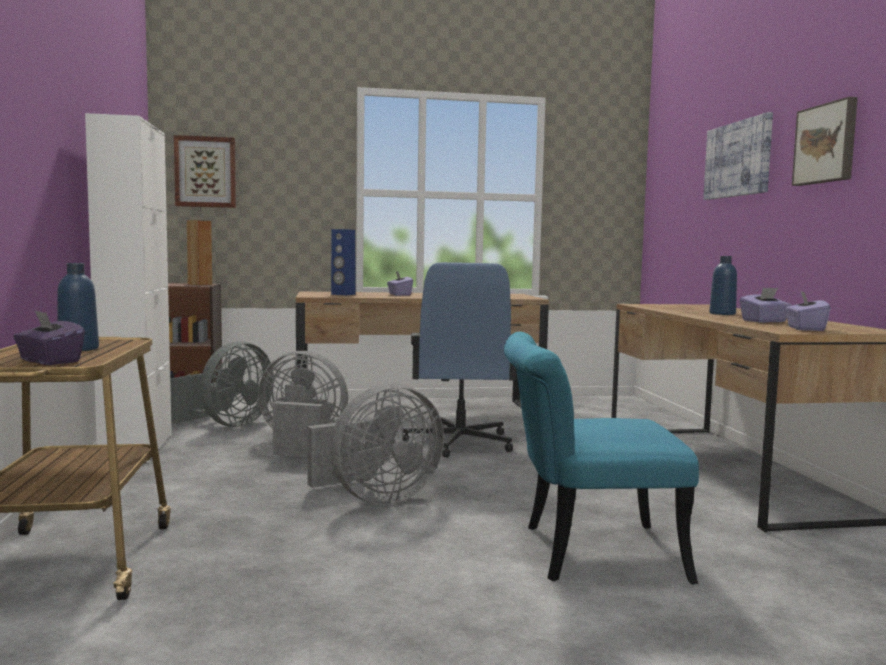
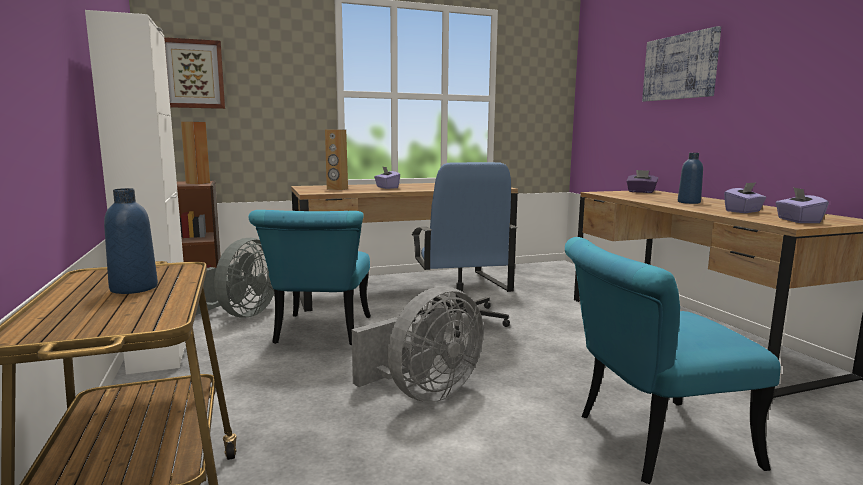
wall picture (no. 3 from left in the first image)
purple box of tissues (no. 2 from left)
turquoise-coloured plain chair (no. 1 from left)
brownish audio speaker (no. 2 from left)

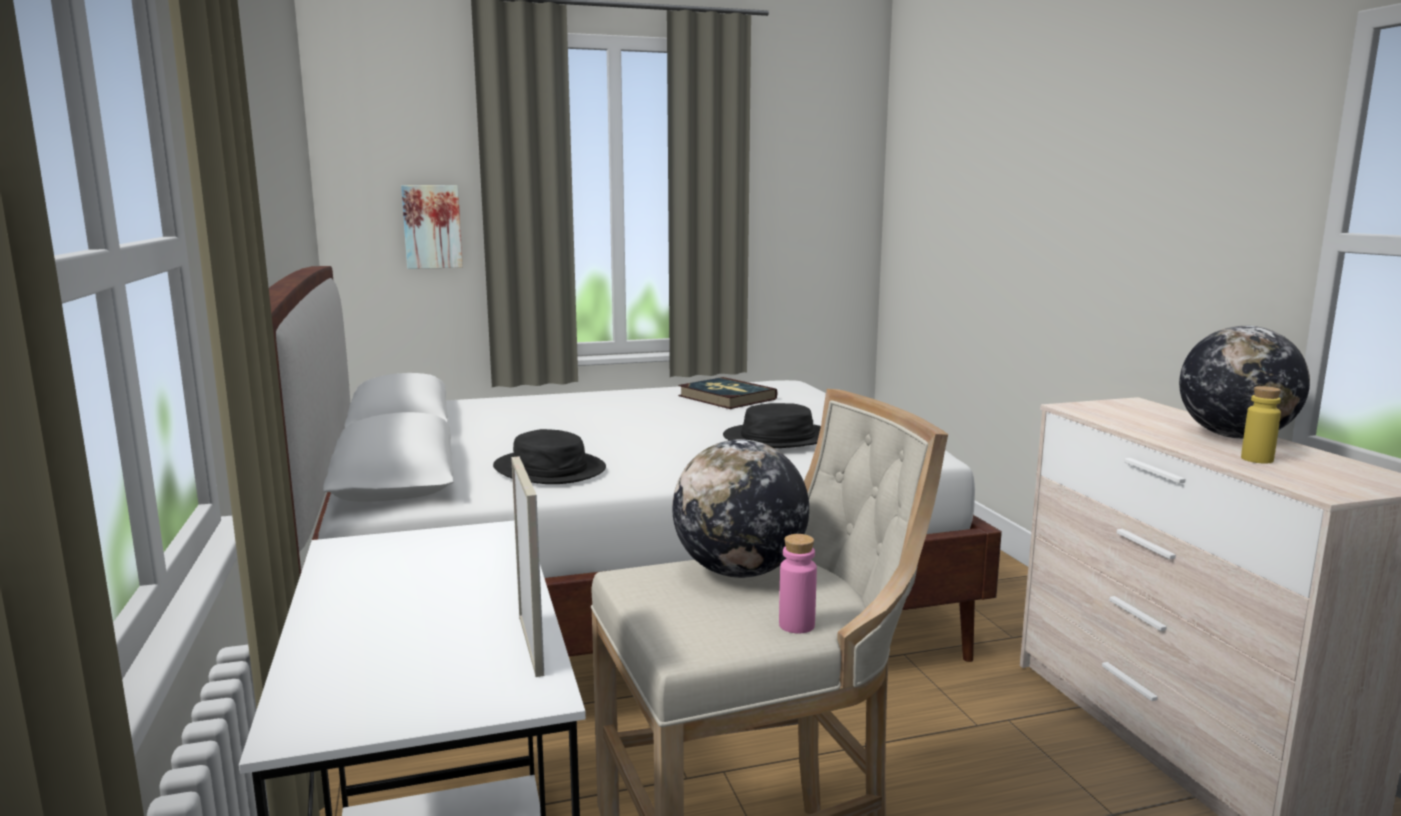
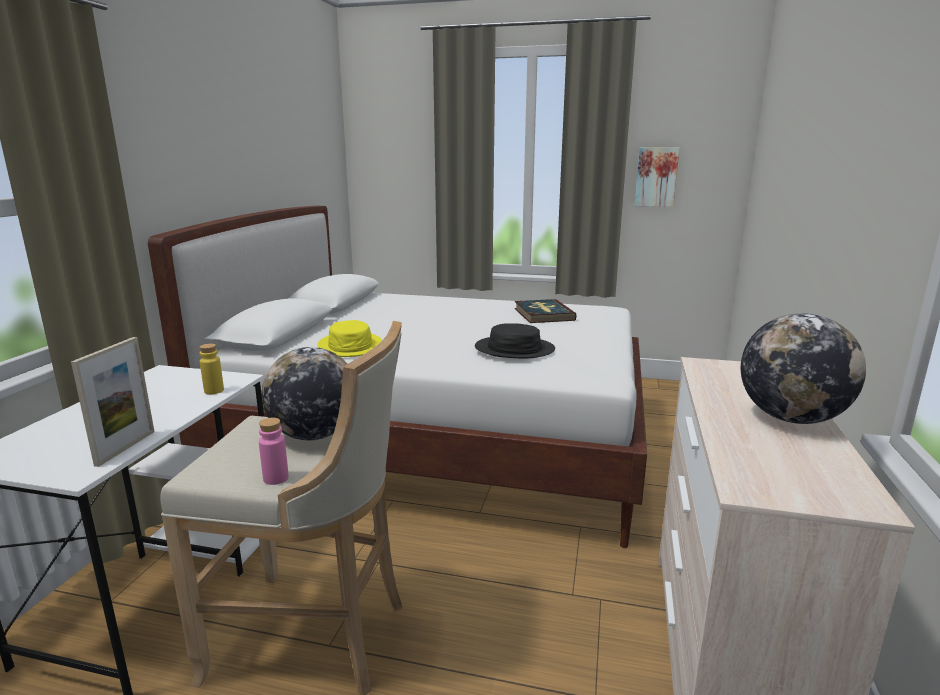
wall picture
yellowish beverage bottle
yellowish clothing hat

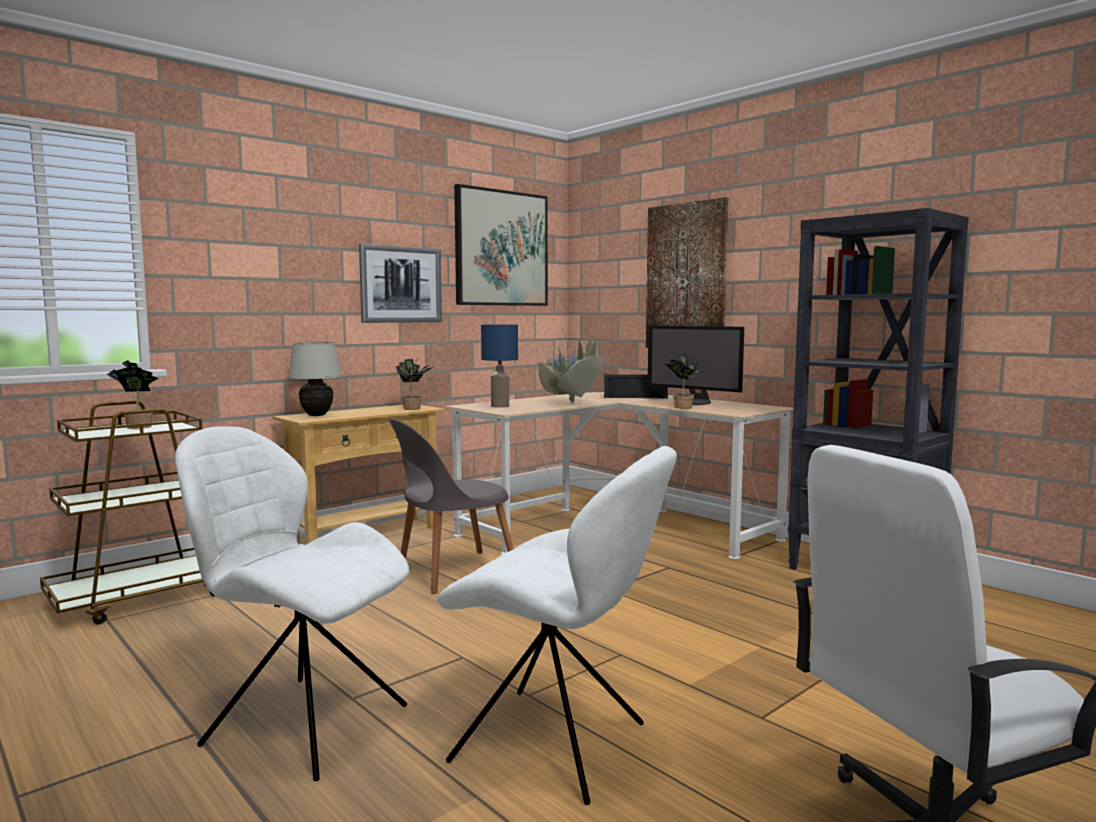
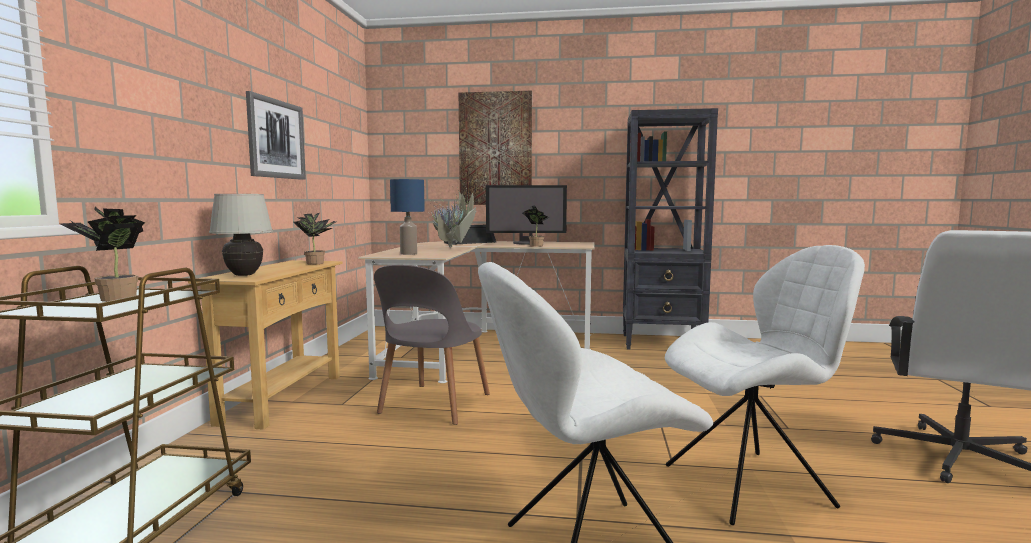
wall picture (no. 2 from left in the first image)

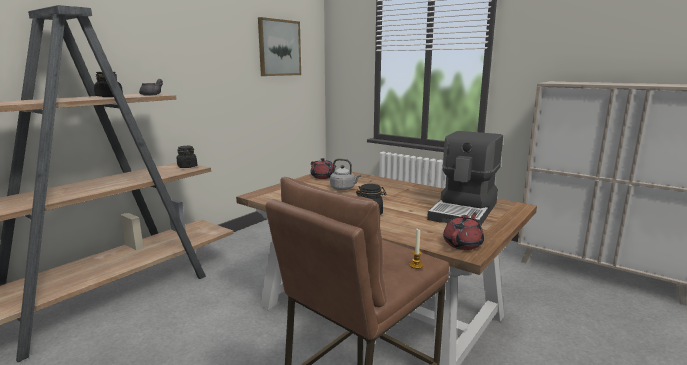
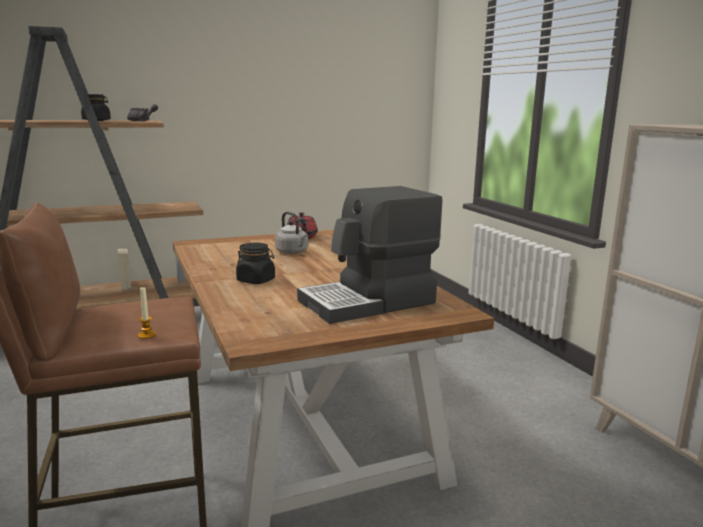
black storage jar (no. 2 from left in the first image)
wall picture
red tea pot (no. 2 from left in the first image)

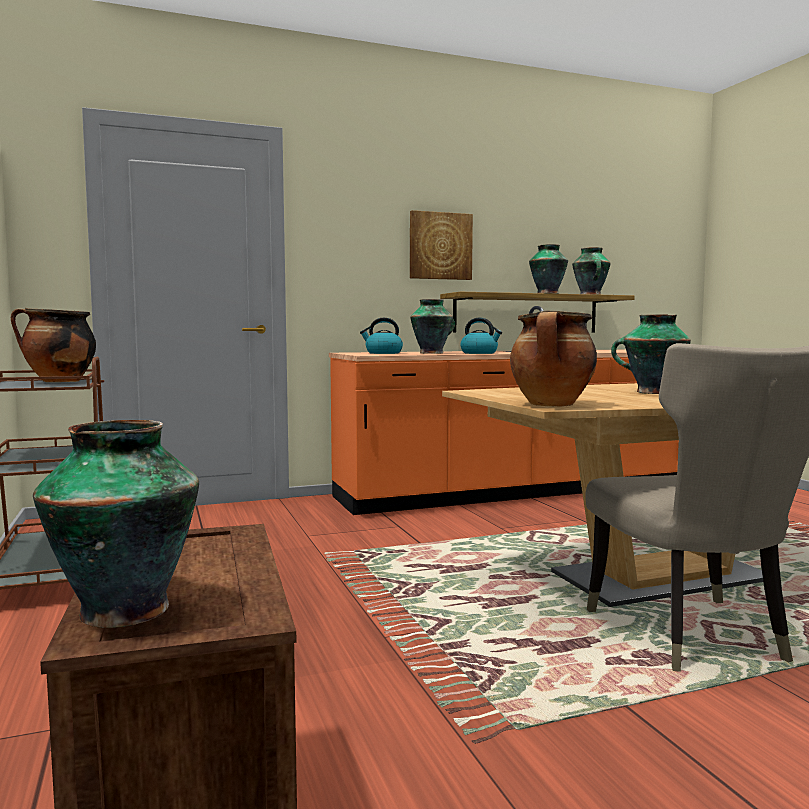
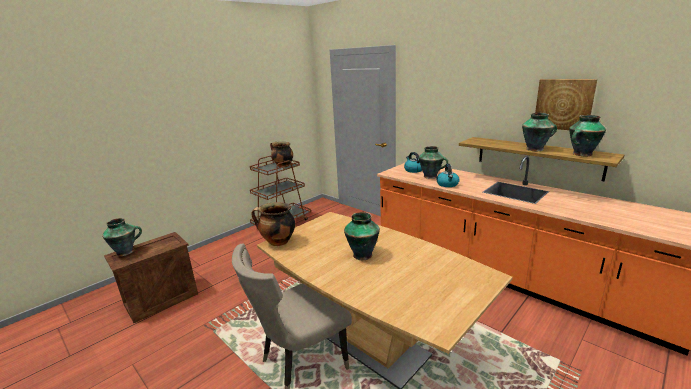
wall picture

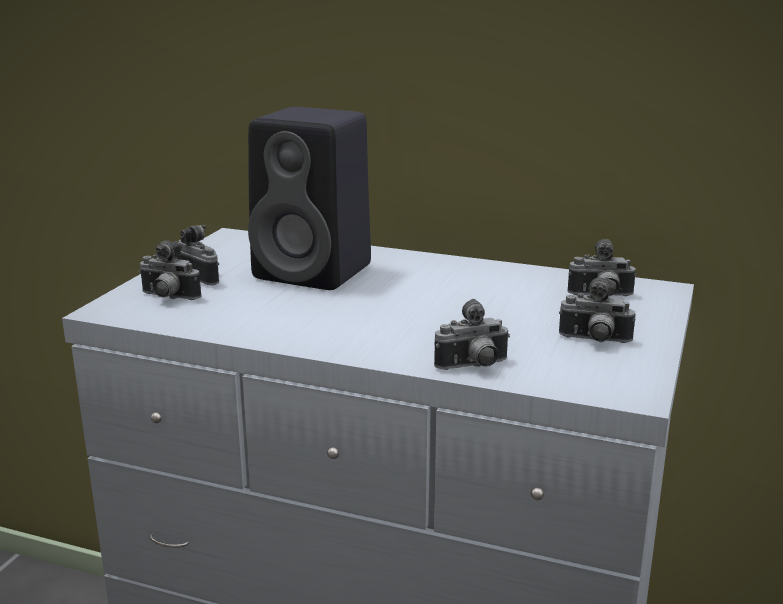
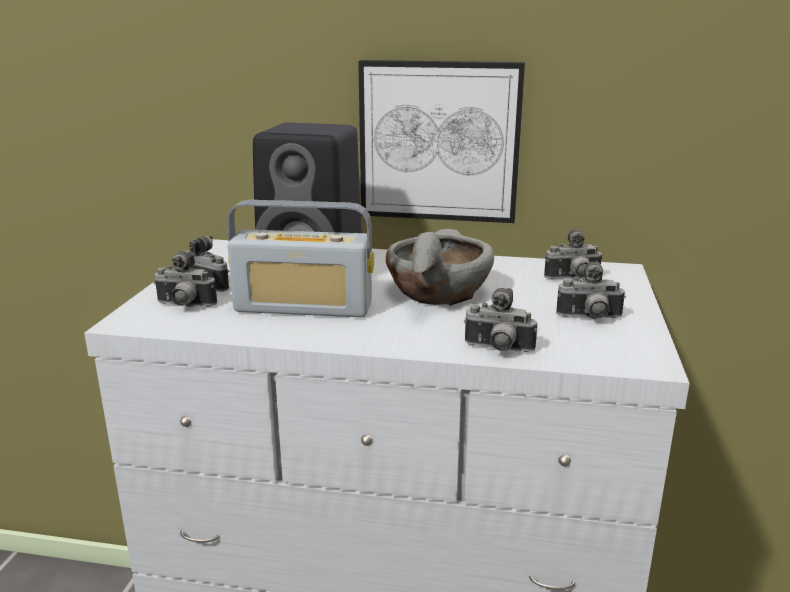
radio set
wall picture
grey bowl
still camera (no. 3 from left)

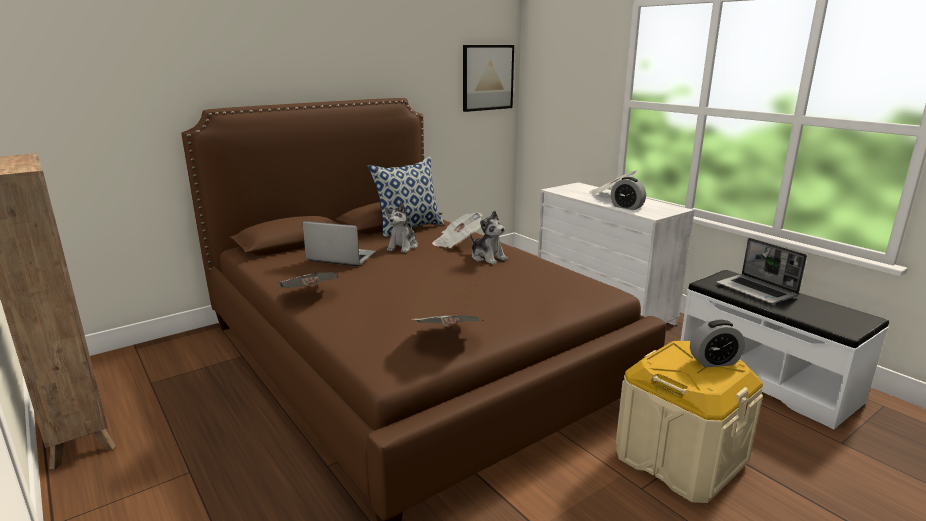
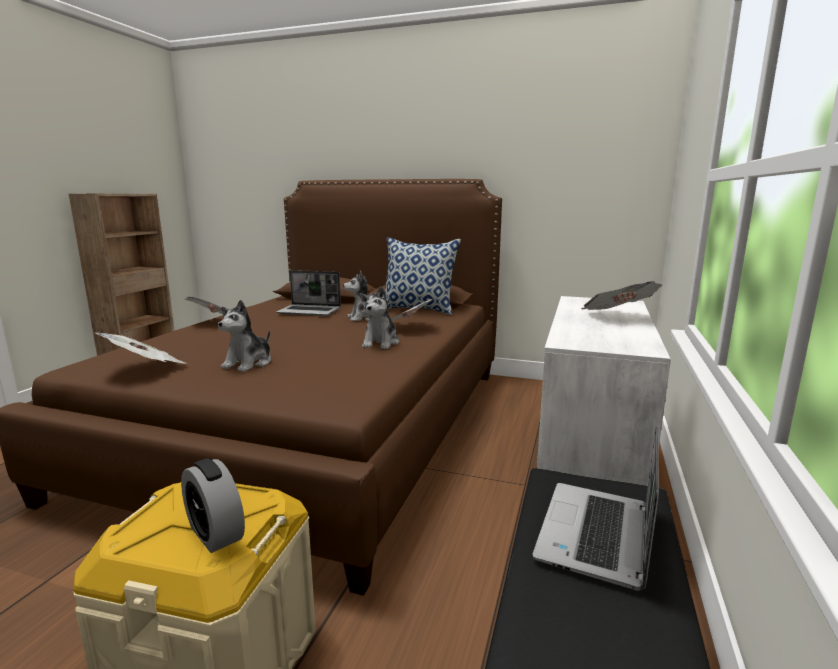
wall picture
alarm clock (no. 1 from left in the first image)
plush toy (no. 1 from left)
portable computer (no. 1 from left)

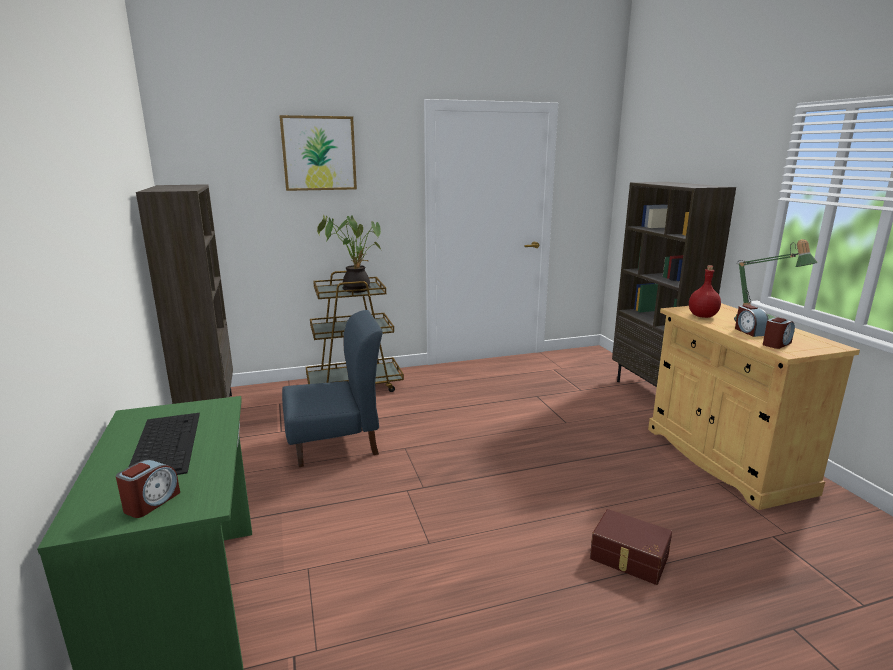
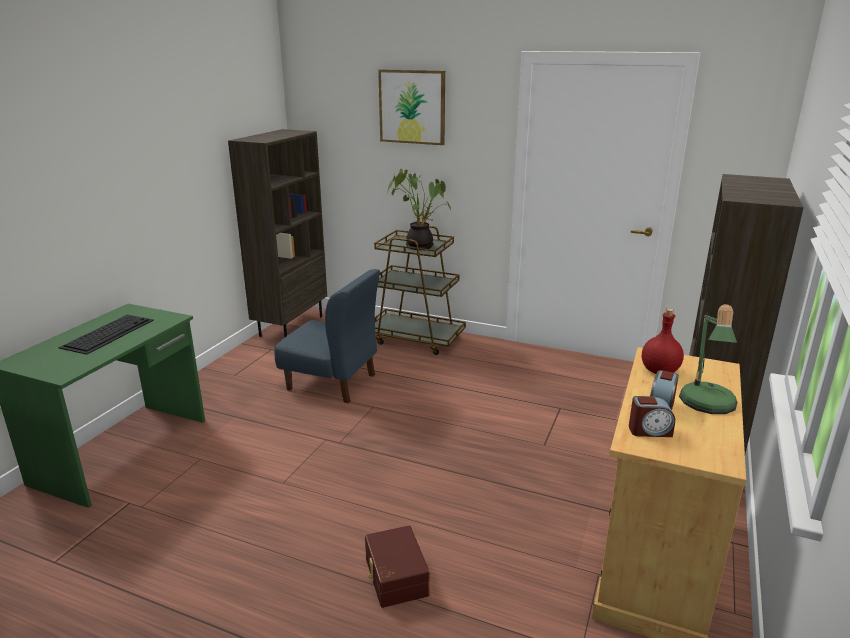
alarm clock (no. 1 from left in the first image)

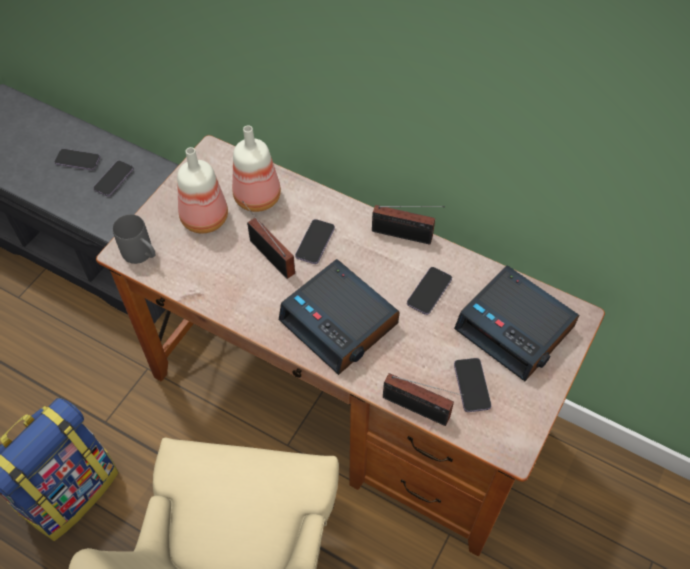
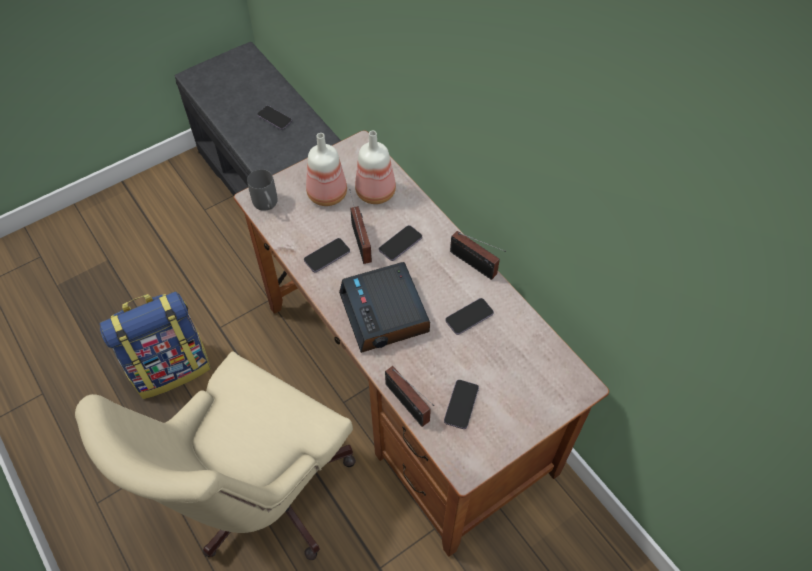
alarm clock (no. 2 from left in the first image)
phone (no. 2 from left)

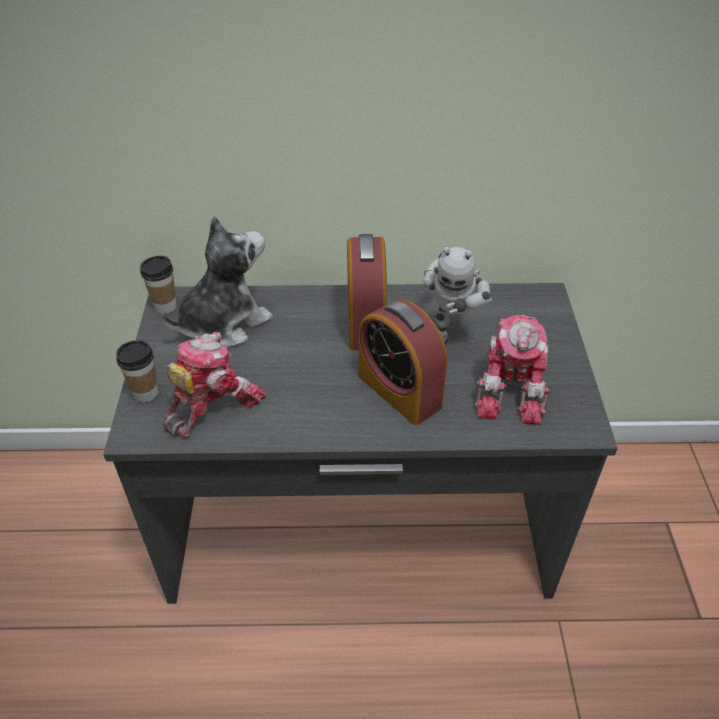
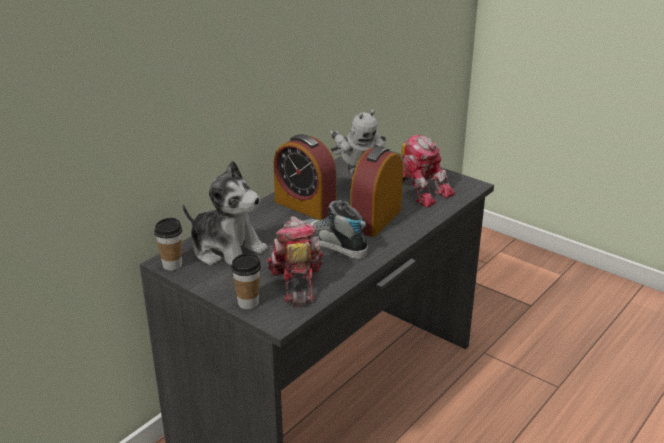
shoe
plush toy
alarm clock (no. 2 from left)

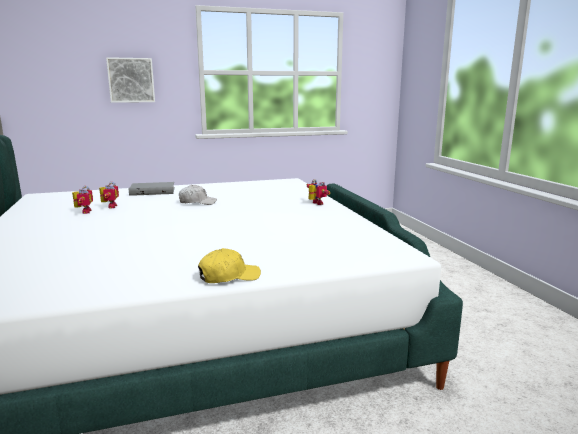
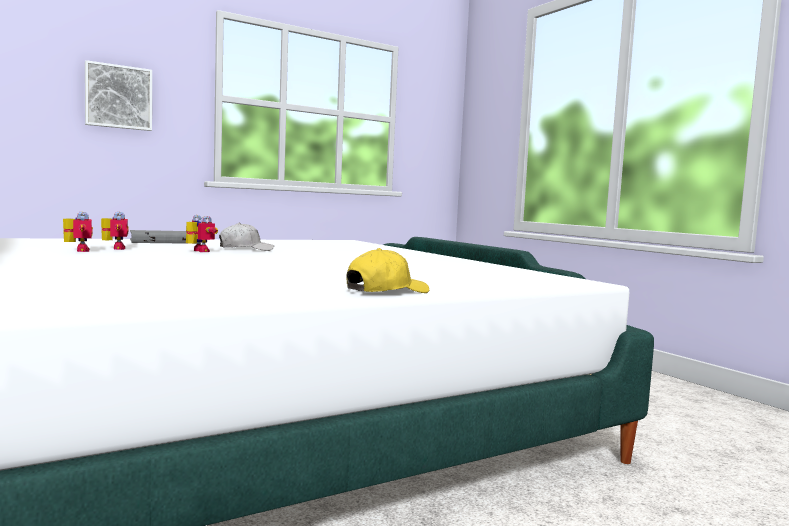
model robot (no. 3 from left)

